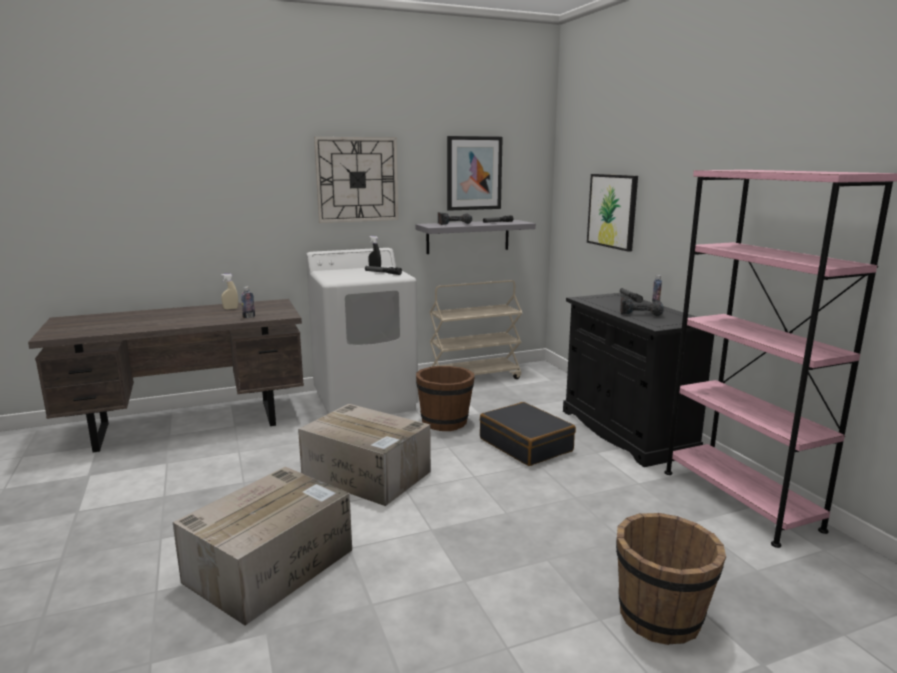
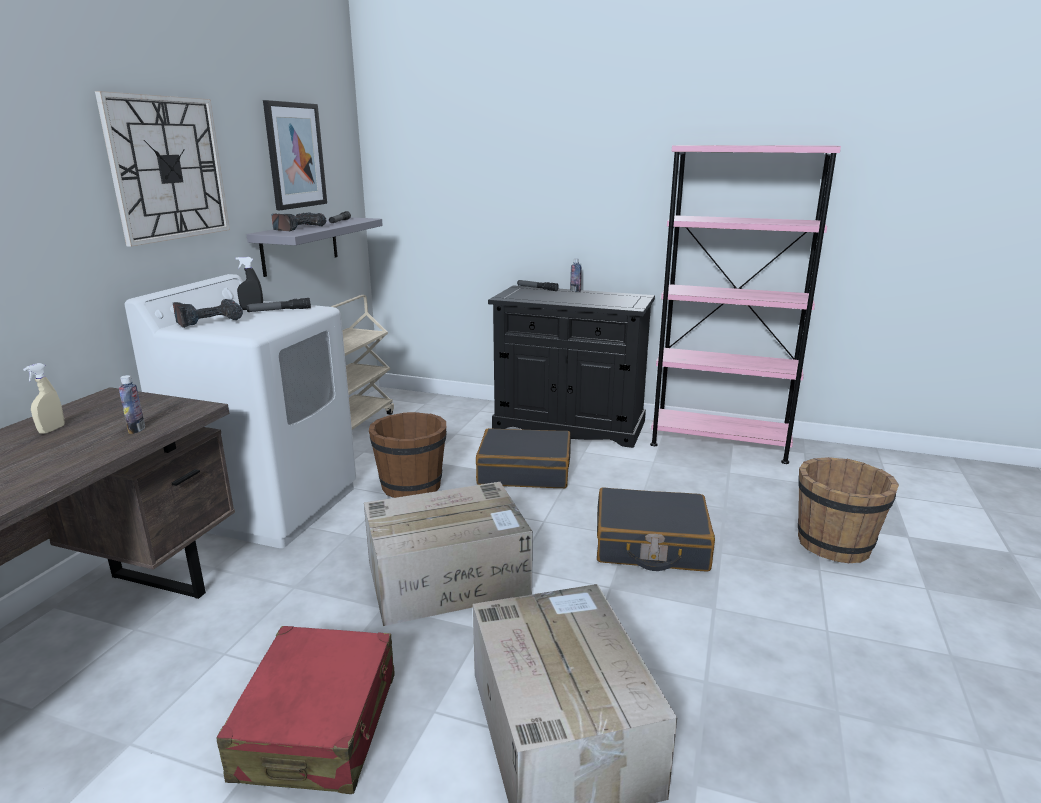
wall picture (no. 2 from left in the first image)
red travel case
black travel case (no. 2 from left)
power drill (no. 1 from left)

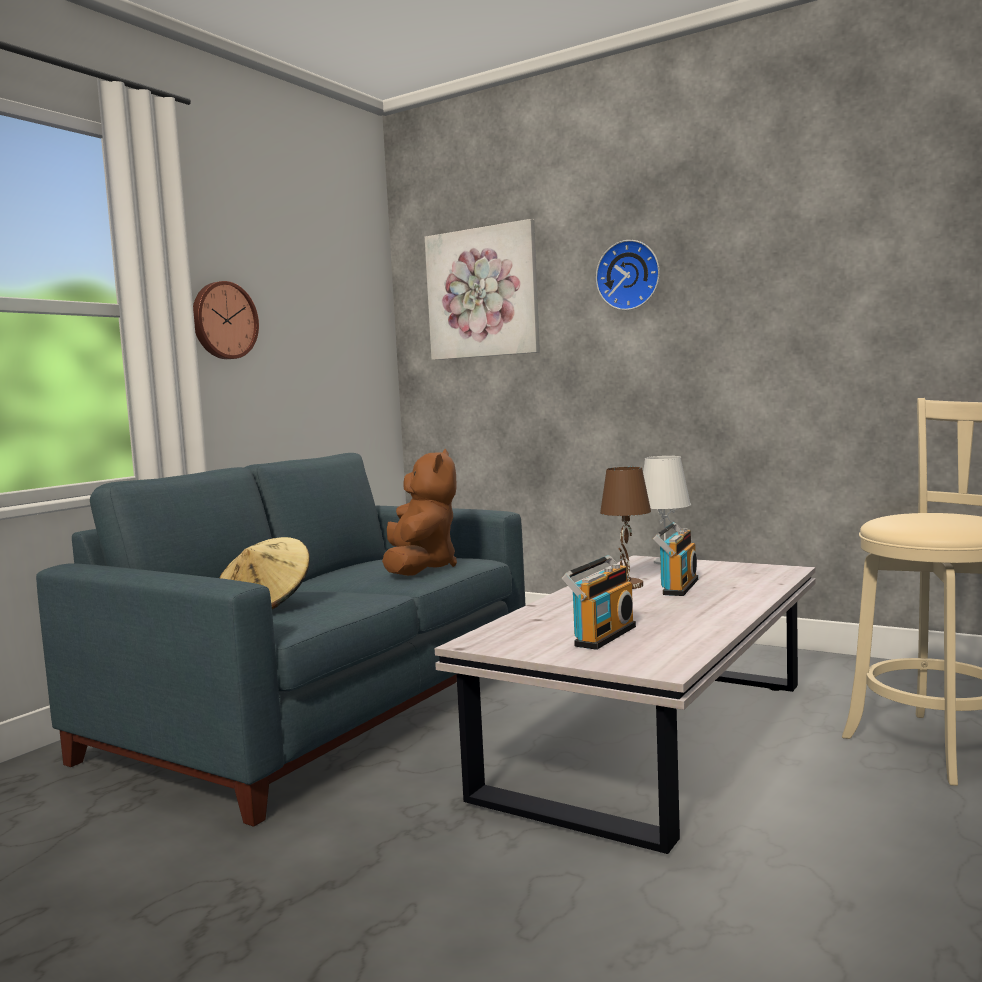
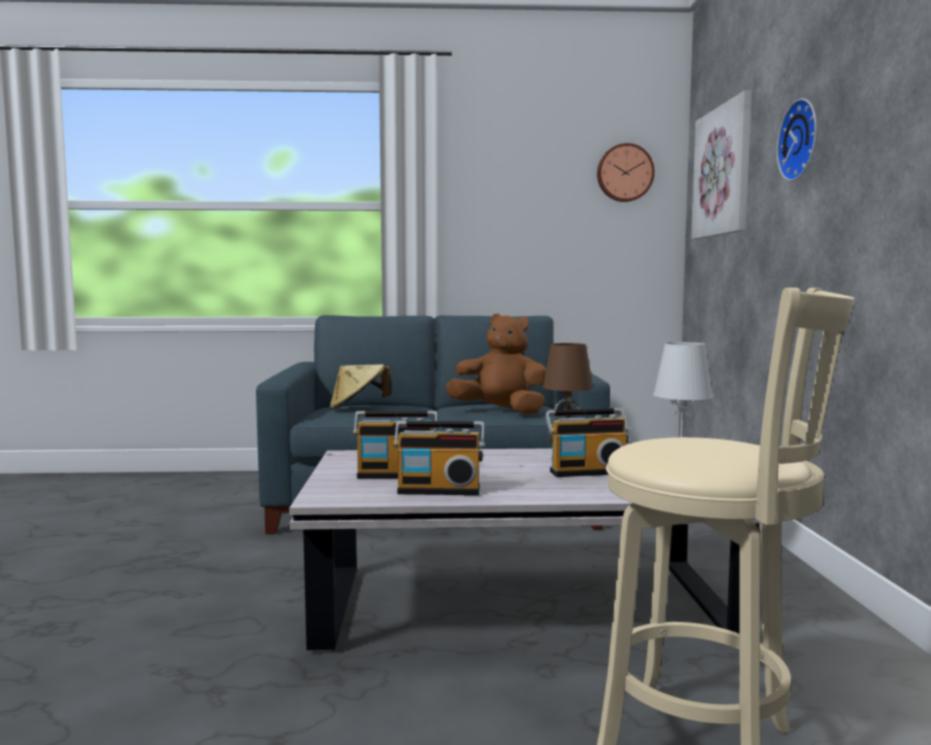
radio set (no. 2 from left)
wall clock (no. 1 from left)
brownish plush toy

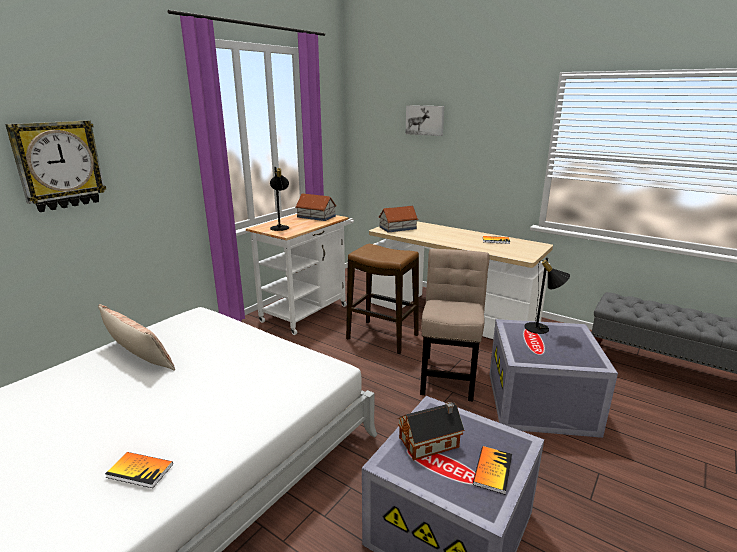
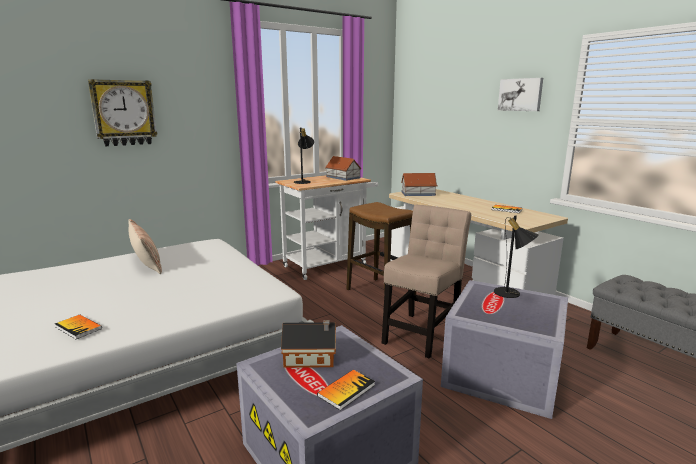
wall picture

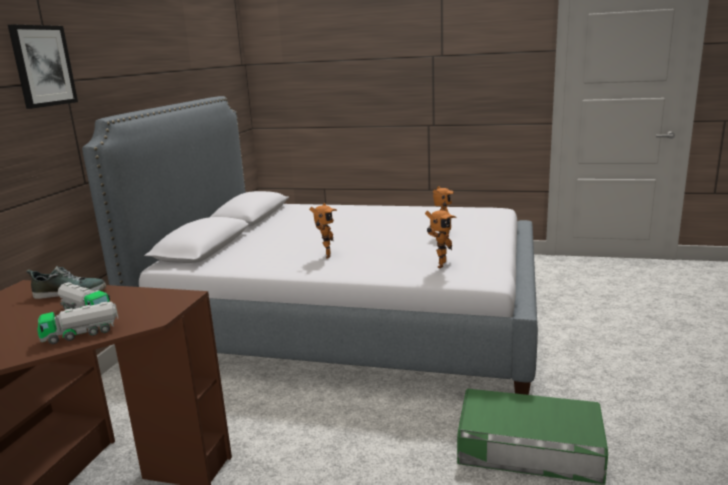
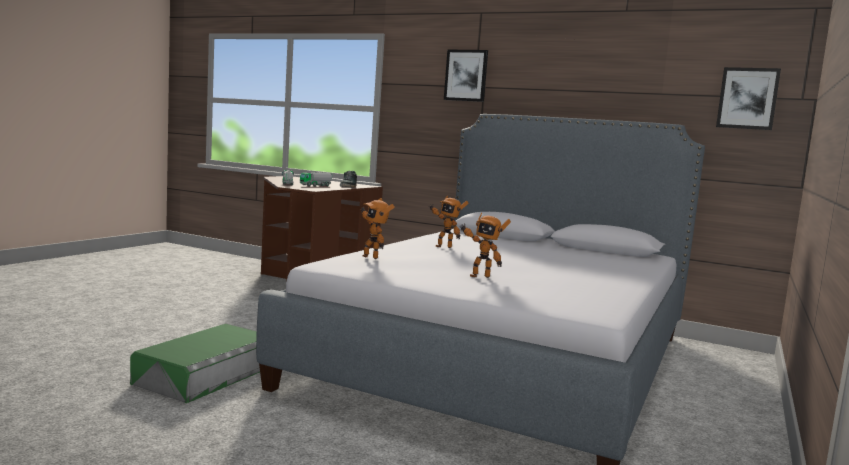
wall picture (no. 2 from left)

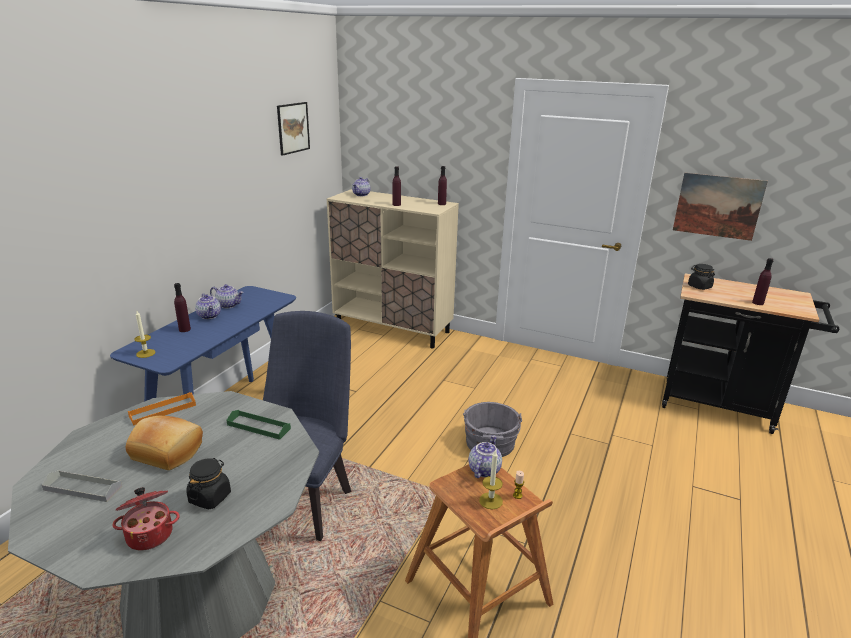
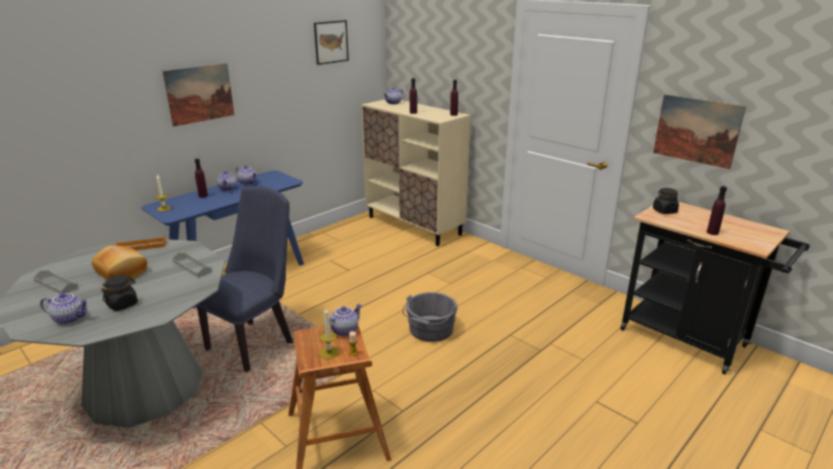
wall picture (no. 1 from left)
tea pot (no. 1 from left)
grey carrying tray (no. 2 from left)

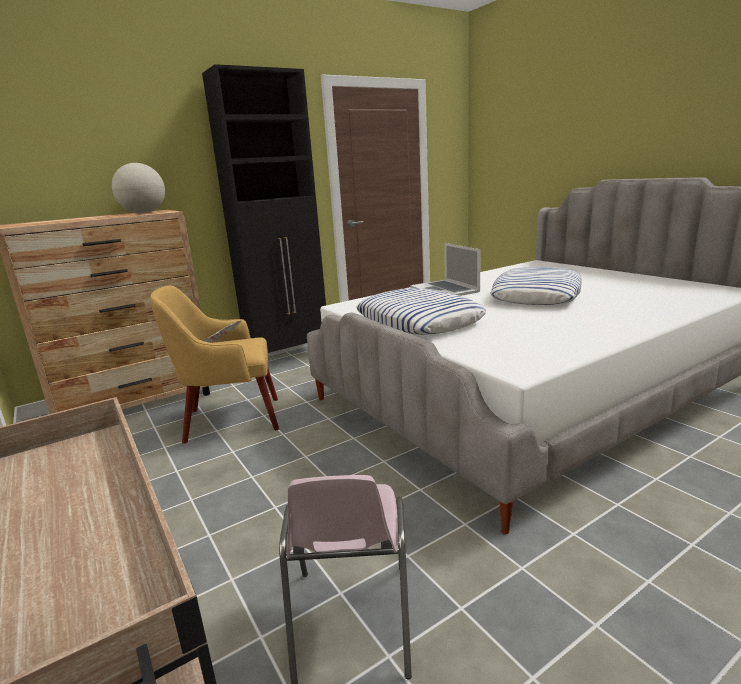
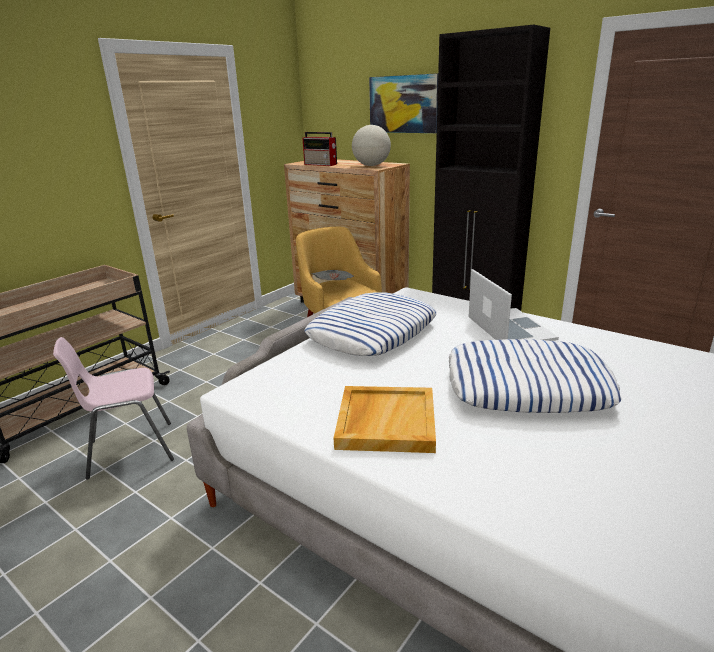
radio set
beige carrying tray
wall picture
portable computer

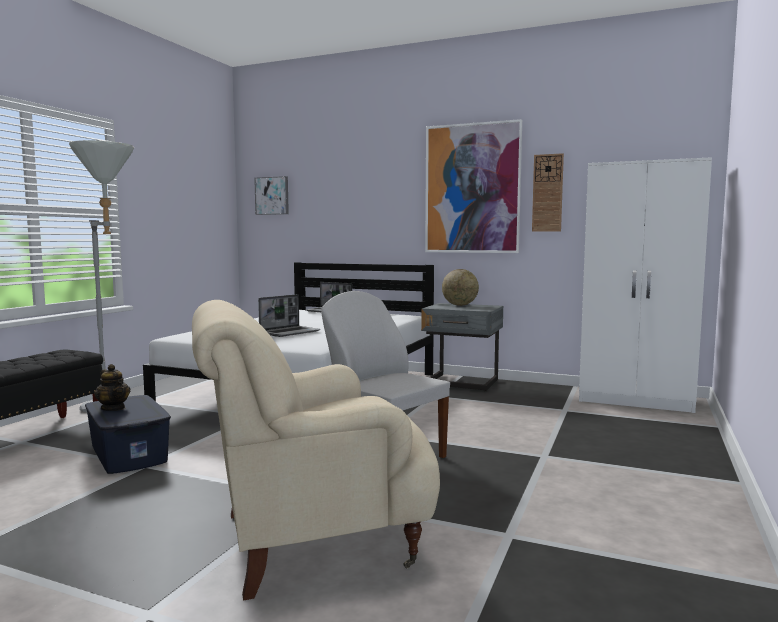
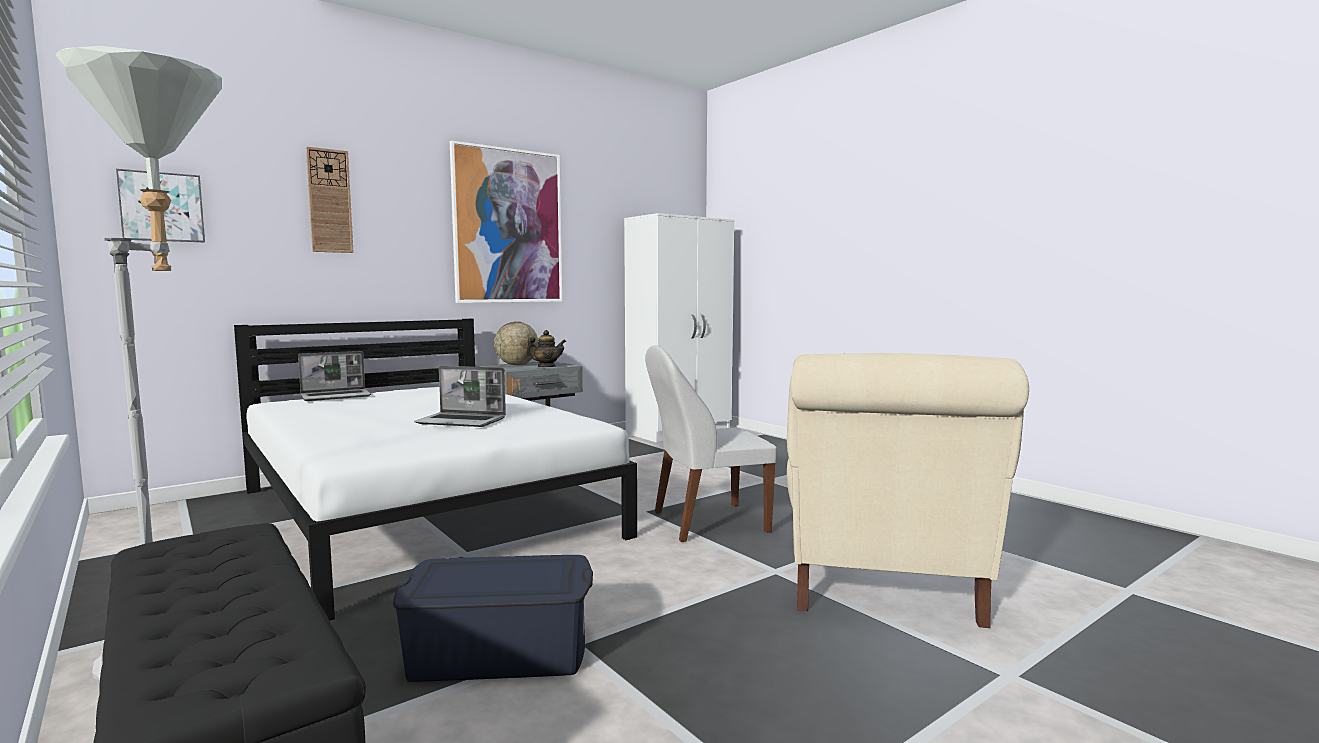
tea pot
wall clock
portable computer (no. 2 from left)

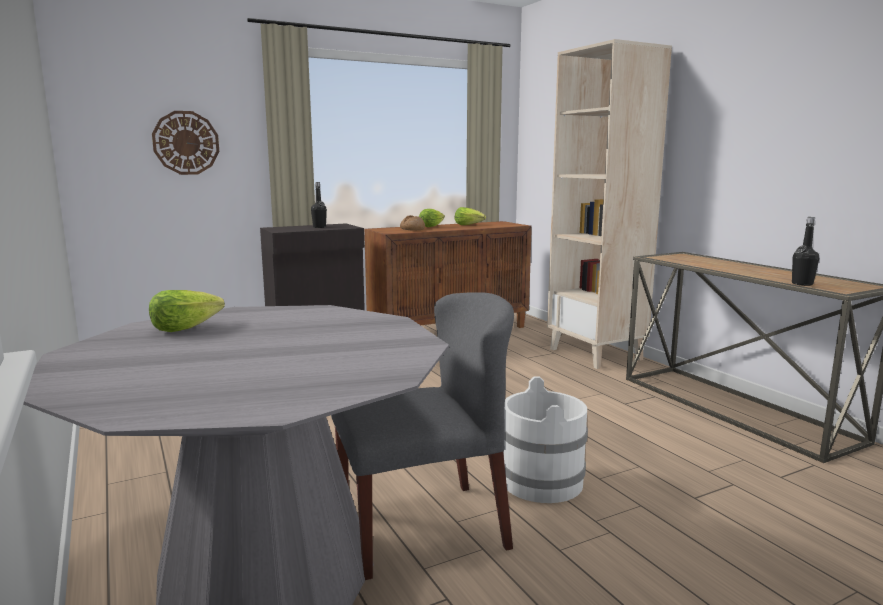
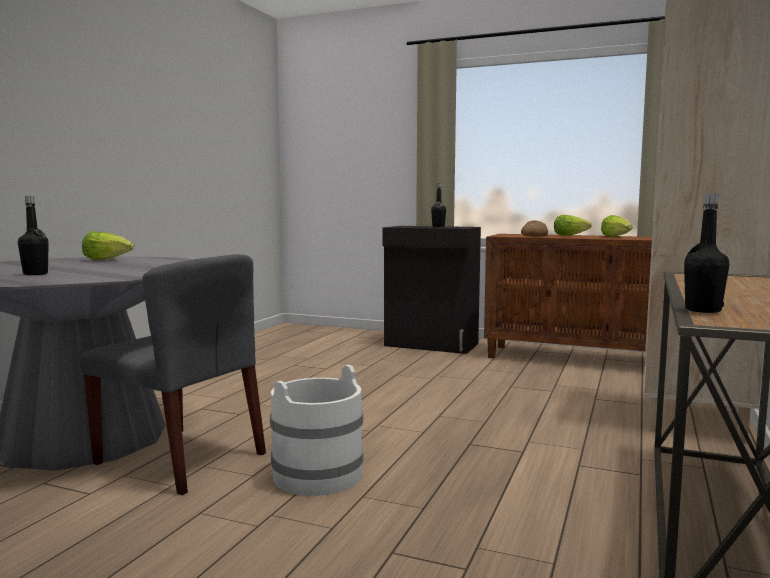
wall clock
black beverage bottle (no. 1 from left)

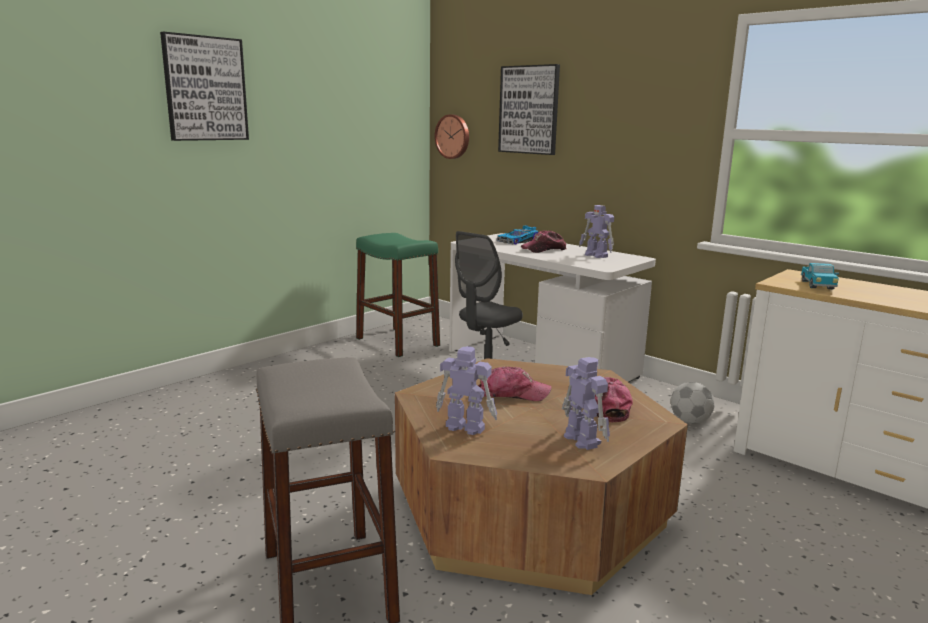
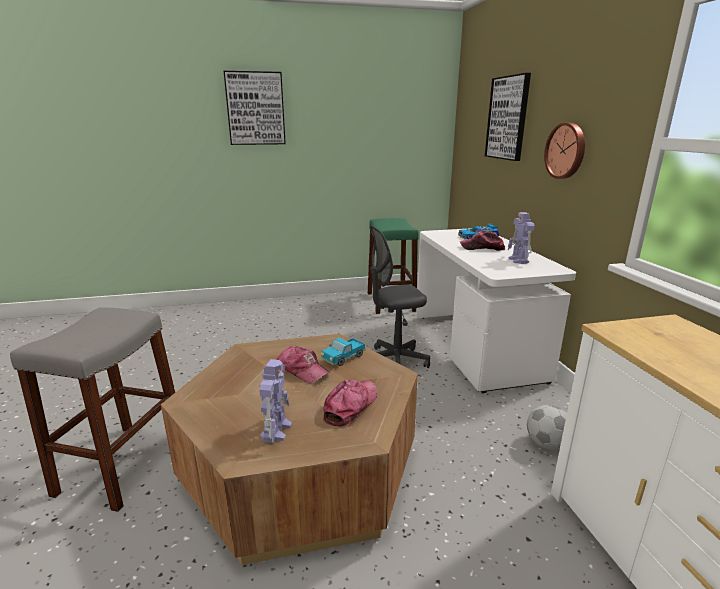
model robot (no. 1 from left in the first image)
wall clock
model truck

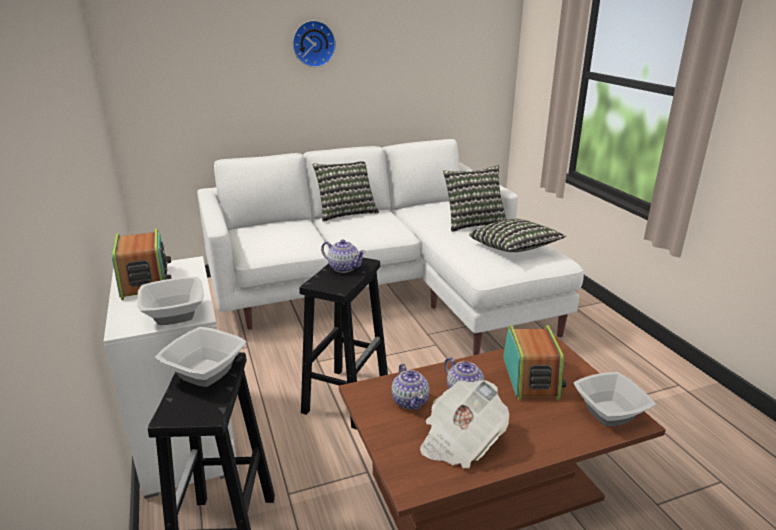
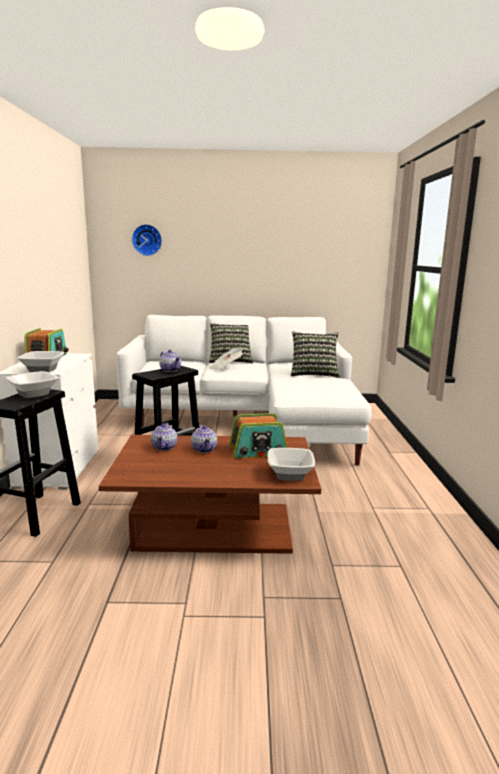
cushion (no. 3 from left in the first image)
wall clock
daily paper
radio set (no. 2 from left)

